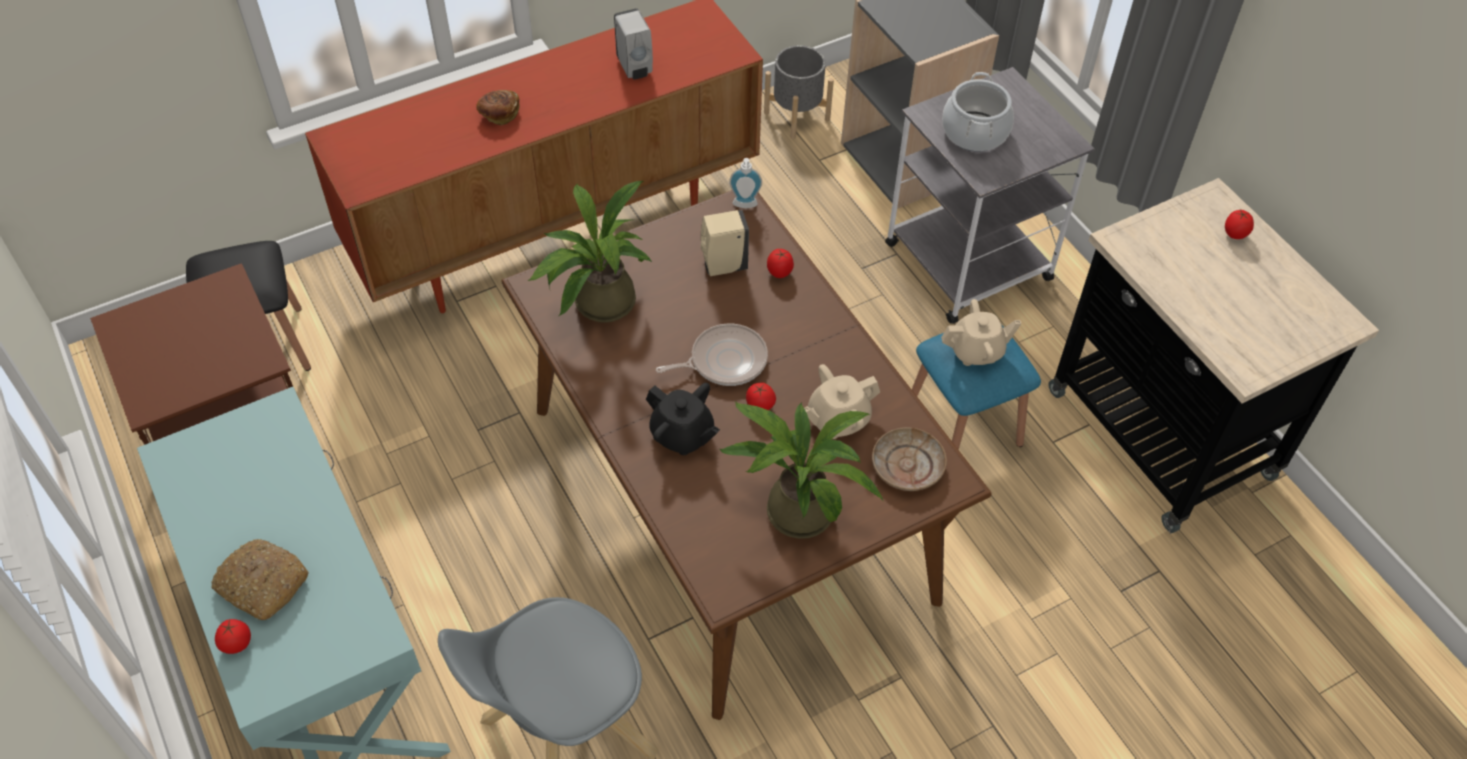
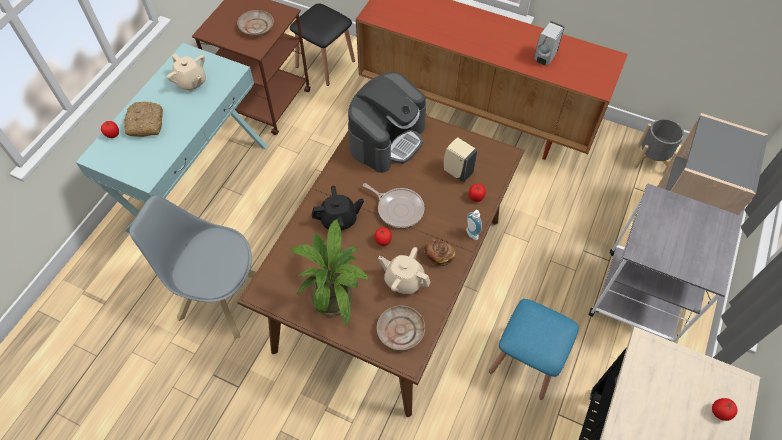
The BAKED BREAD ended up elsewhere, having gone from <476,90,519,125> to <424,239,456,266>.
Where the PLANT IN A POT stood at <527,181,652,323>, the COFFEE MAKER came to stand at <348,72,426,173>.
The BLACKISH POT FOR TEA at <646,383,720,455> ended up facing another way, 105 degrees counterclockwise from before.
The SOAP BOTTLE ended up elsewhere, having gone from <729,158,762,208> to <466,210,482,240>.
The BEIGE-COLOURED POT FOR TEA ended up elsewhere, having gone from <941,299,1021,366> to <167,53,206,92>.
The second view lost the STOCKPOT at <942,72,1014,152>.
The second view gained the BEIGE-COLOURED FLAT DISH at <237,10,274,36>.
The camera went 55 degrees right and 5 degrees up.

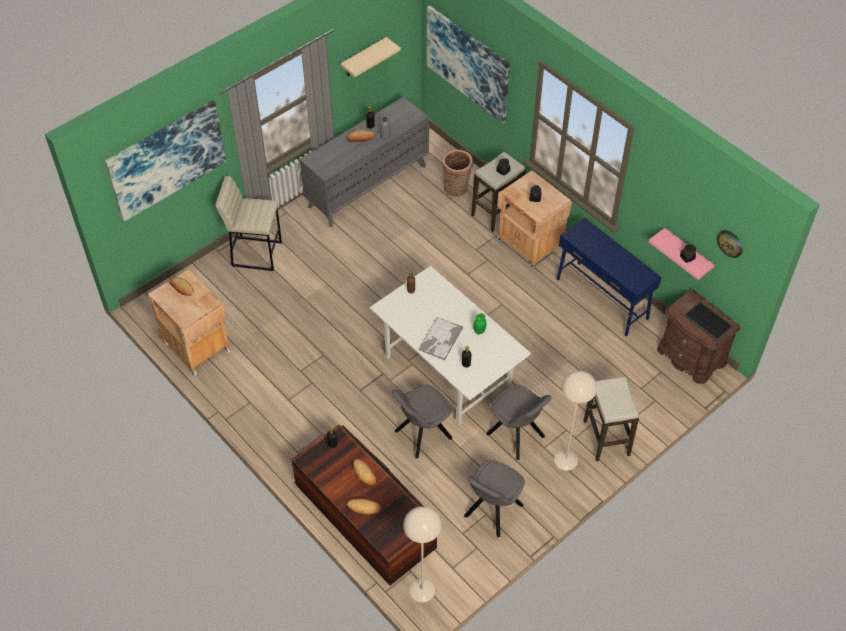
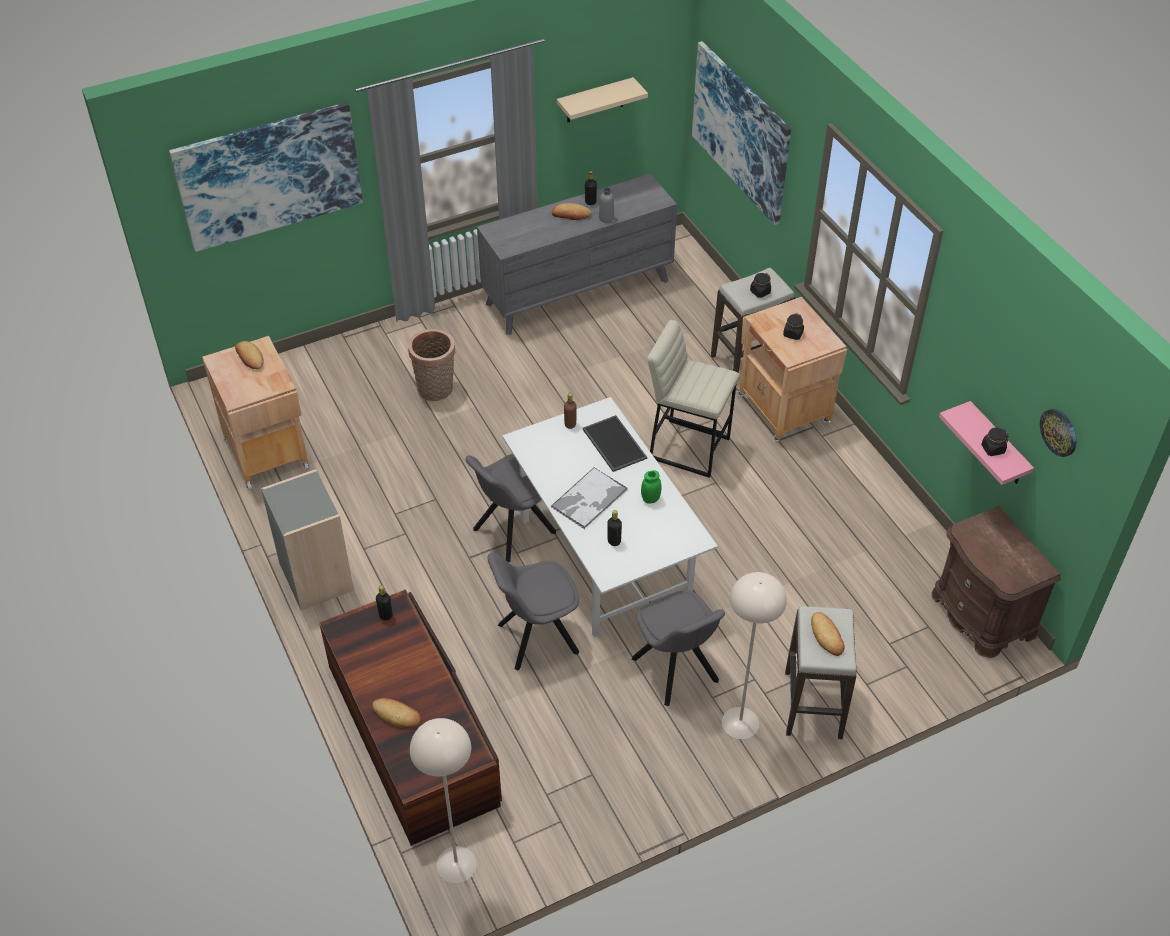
The BEIGE-COLOURED STOOL ended up elsewhere, having gone from <216,176,282,271> to <647,320,739,478>.
The BAKED BREAD ended up elsewhere, having gone from <353,459,377,486> to <811,612,845,656>.
The BASKET ended up elsewhere, having gone from <442,150,473,197> to <408,329,455,401>.
The GREY UPRIGHT CHAIR ended up elsewhere, having gone from <464,460,525,537> to <465,454,556,562>.
The second view lost the BLUISH HALL TABLE at <557,218,661,336>.
The TRAY ended up elsewhere, having gone from <683,301,734,341> to <582,415,647,472>.
The second view gained the GREY BOOKSHELF at <261,469,354,611>.
The camera went 15 degrees right and 5 degrees down.

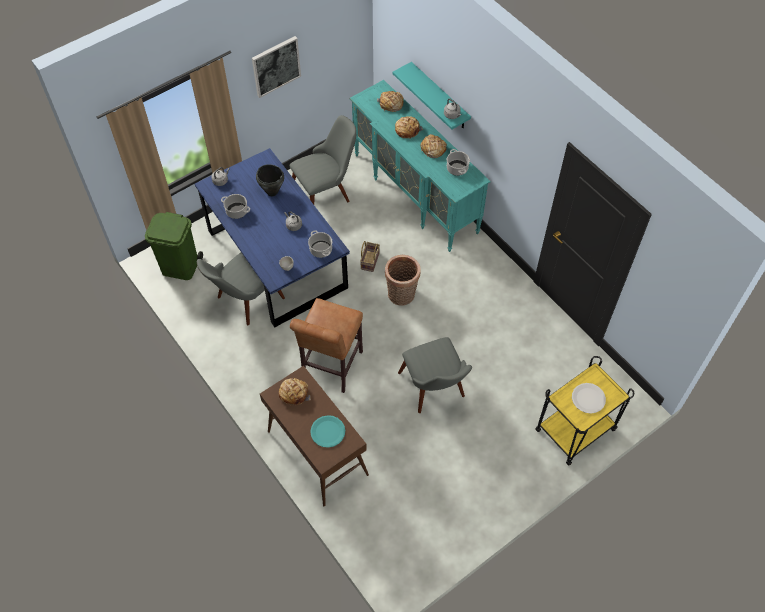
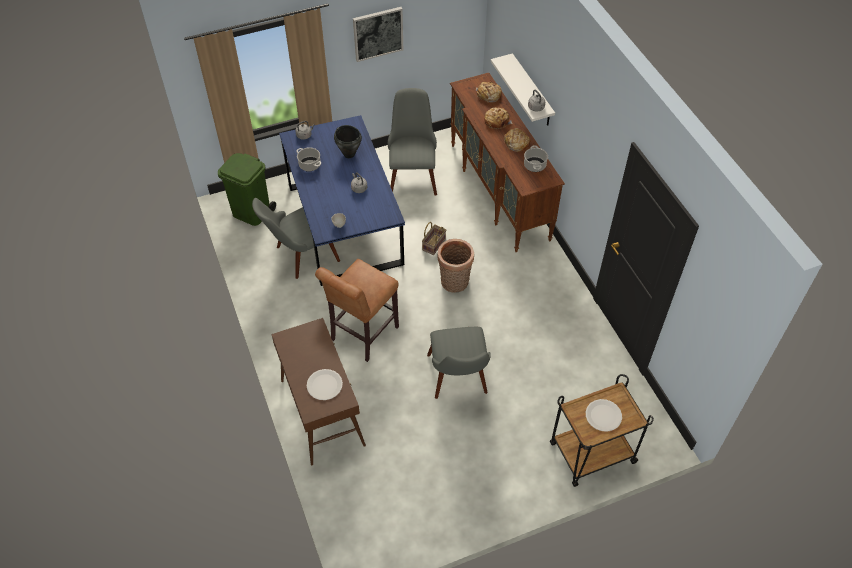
The second view lost the BAKED BREAD at <279,378,311,405>.
The GREY UPRIGHT CHAIR at <290,115,356,204> ended up facing another way, 75 degrees counterclockwise from before.
The second view lost the STOCKPOT at <308,230,332,258>.
What was the BLUE-GREEN FLAT DISH at <311,415,345,448> turned into the WHITE-COLOURED FLAT DISH at <307,369,343,400>.
What was the BLUE-GREEN CABINET at <349,80,491,252> turned into the BROWNISH CABINET at <450,73,565,252>.
What was the BLUE-GREEN WALL SHELF at <393,62,471,130> turned into the WHITE-COLOURED WALL SHELF at <491,53,555,125>.
What was the YELLOWISH TROLLEY at <535,356,634,466> turned into the BROWNISH TROLLEY at <550,374,654,487>.
The camera went 15 degrees right and 5 degrees down.

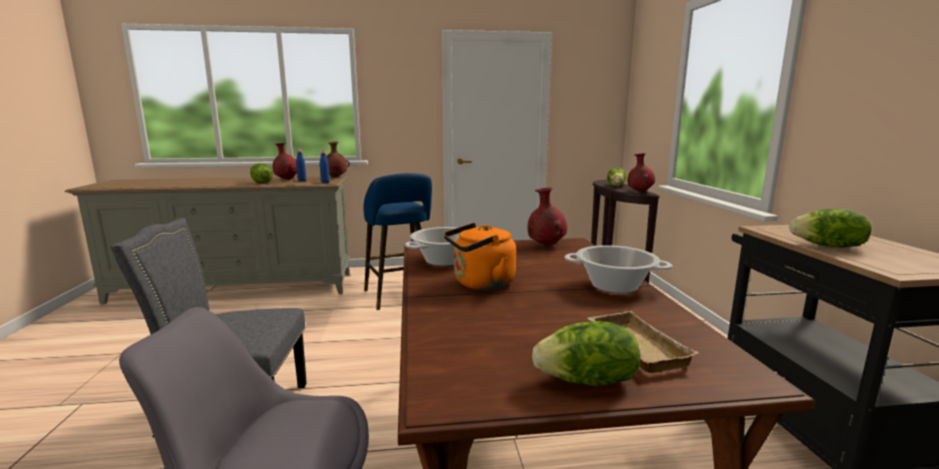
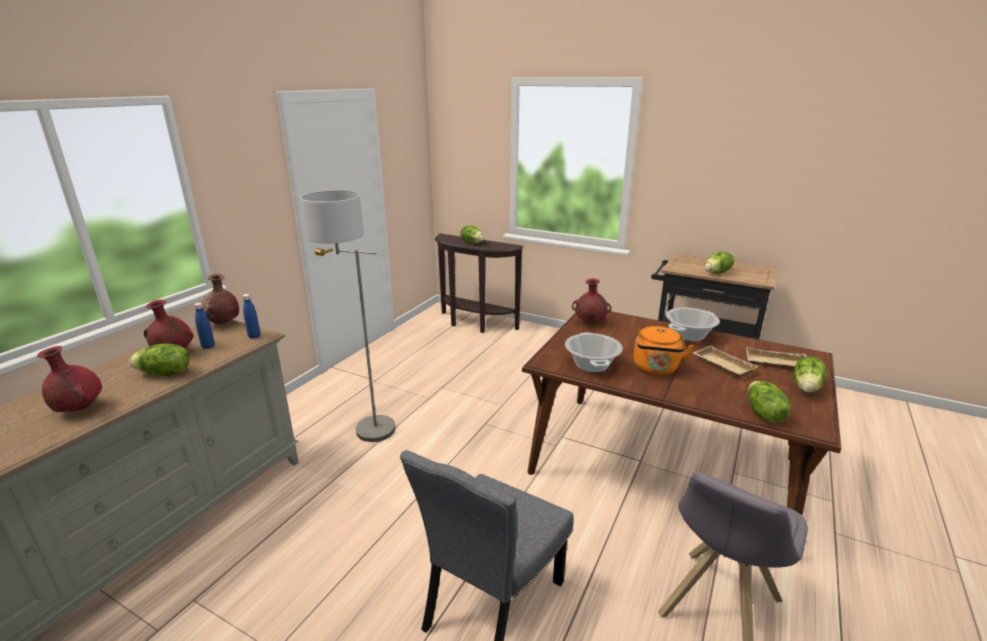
Where the BLUISH STOOL stood at <364,173,432,310>, the GREY STANDING LAMP came to stand at <301,190,395,442>.
The RED-COLOURED FLOWER VASE ended up elsewhere, having gone from <628,153,655,192> to <37,346,102,412>.
The second view gained the BEIGE-COLOURED TRAY at <693,346,758,379>.
The second view gained the LETTUCE at <748,381,791,423>.
The camera went 55 degrees left and 10 degrees up.

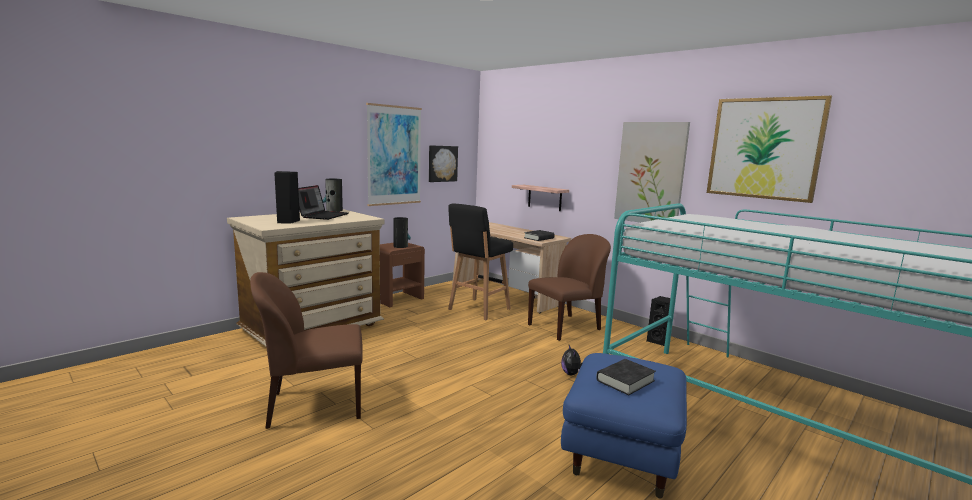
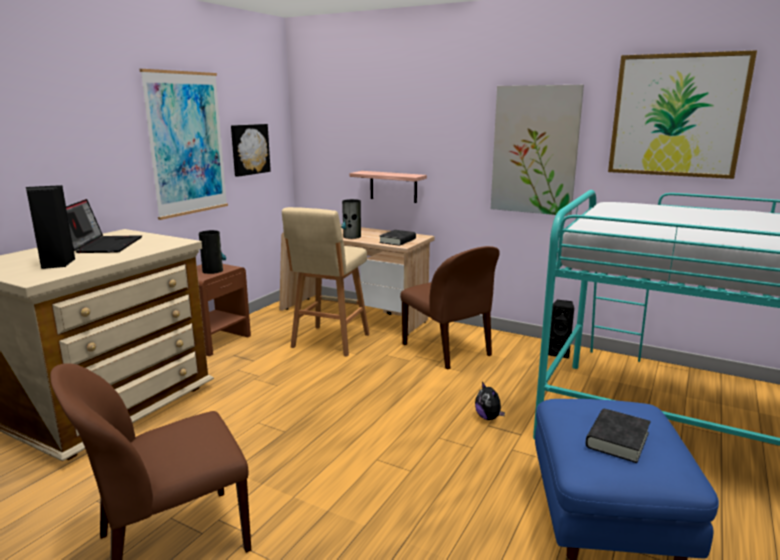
The FLOWER VASE ended up elsewhere, having gone from <323,179,343,212> to <341,199,361,239>.
What was the BLACKISH STOOL at <448,204,513,320> turned into the BEIGE-COLOURED STOOL at <282,207,370,356>.
The BROWNISH UPRIGHT CHAIR at <528,234,611,341> ended up facing another way, 105 degrees clockwise from before.
The camera went 15 degrees left and 5 degrees up.

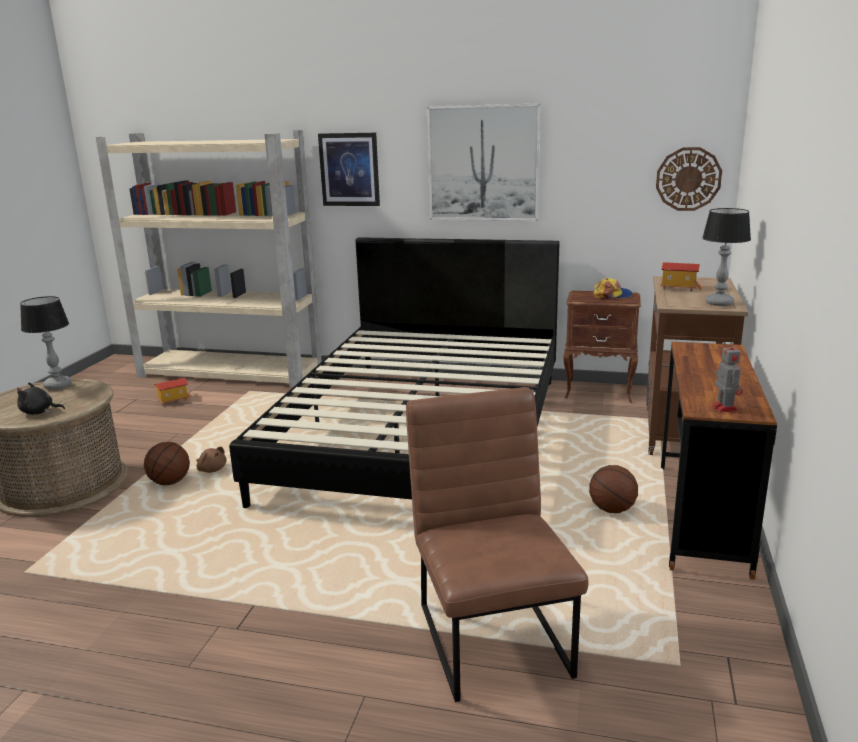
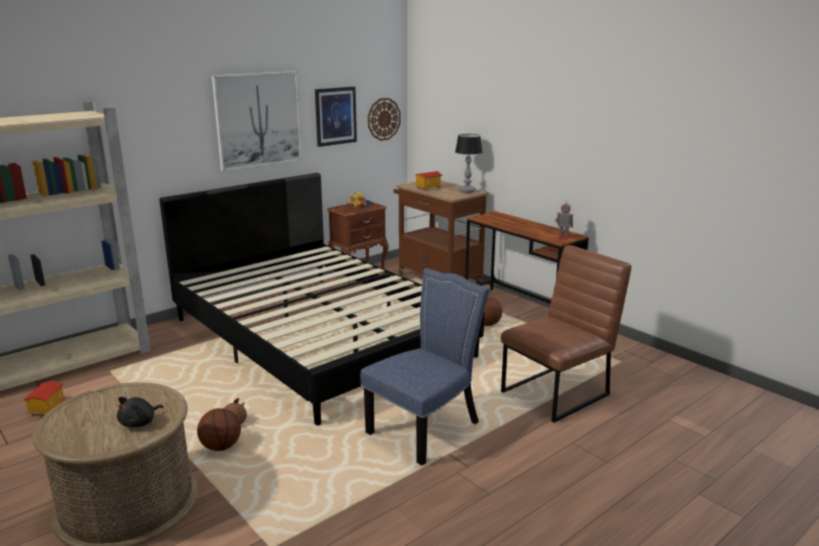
The second view lost the TABLETOP LAMP at <20,296,72,390>.
The PICTURE ended up elsewhere, having gone from <318,133,380,206> to <315,87,357,147>.
The BROWNISH UPRIGHT CHAIR at <406,387,589,702> ended up facing another way, 120 degrees clockwise from before.
The second view gained the BLUISH UPRIGHT CHAIR at <360,268,490,466>.
The camera went 55 degrees left and 0 degrees up.

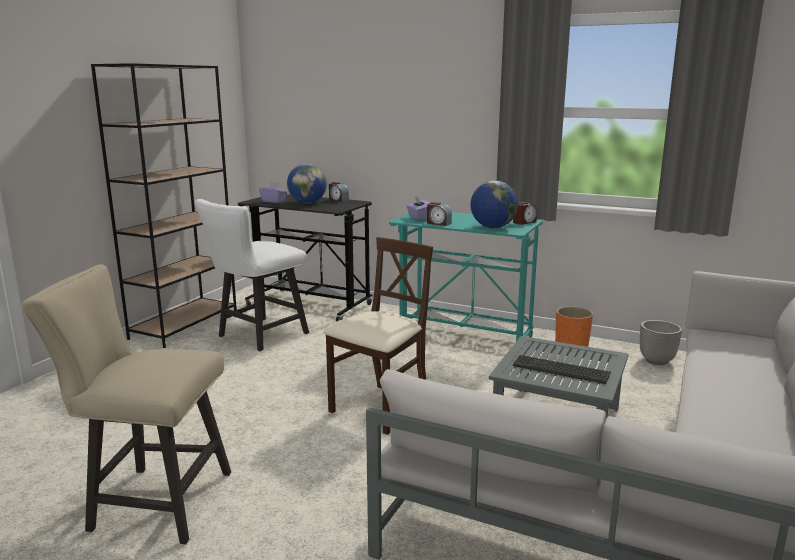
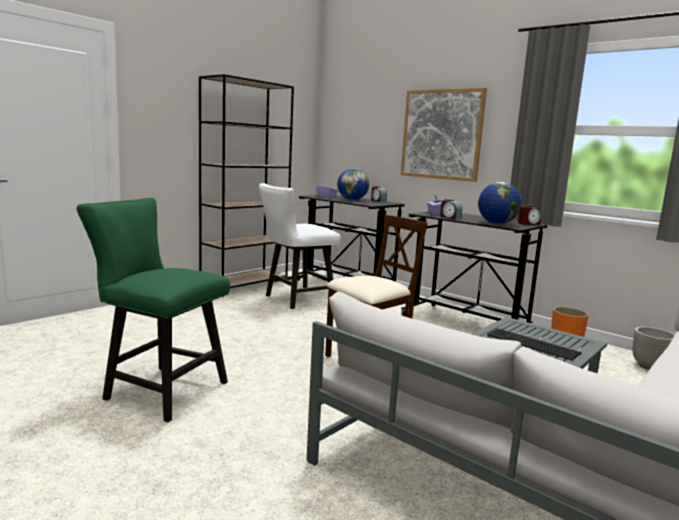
What was the BEIGE-COLOURED UPRIGHT CHAIR at <22,264,231,544> turned into the GREEN UPRIGHT CHAIR at <77,198,230,422>.
What was the BLUE-GREEN DESK TABLE at <389,212,543,341> turned into the BLACKISH DESK TABLE at <401,212,547,323>.
The second view gained the PICTURE at <401,88,487,182>.
The camera went 15 degrees right and 5 degrees down.

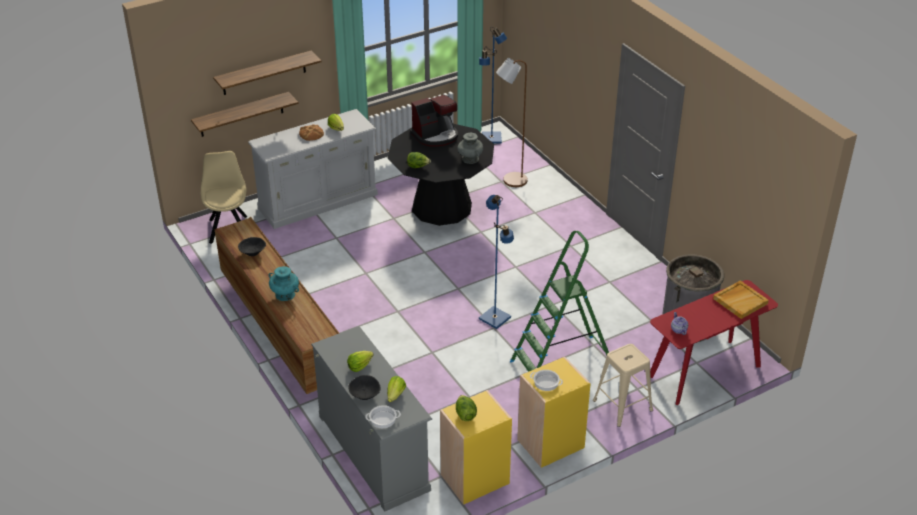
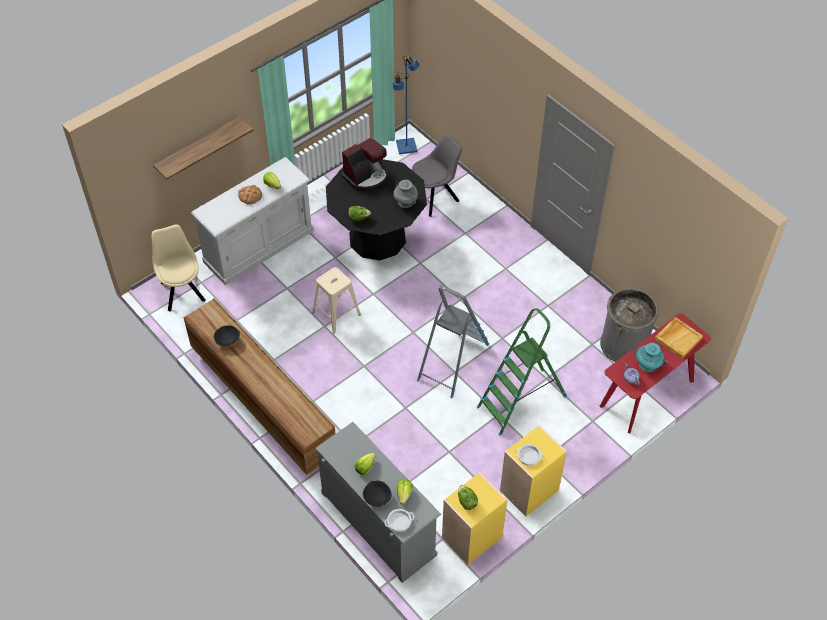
The second view lost the WALL SHELF at <191,92,299,137>.
The BLUE-GREEN FLOWER VASE ended up elsewhere, having gone from <269,266,299,301> to <633,343,668,372>.
Where the BLUISH STANDING LAMP stood at <479,195,514,329>, the GREY STEPLADDER came to stand at <417,286,489,398>.
Where the BROWNISH STANDING LAMP stood at <496,58,528,187>, the GREY UPRIGHT CHAIR came to stand at <412,134,462,217>.
The BEIGE-COLOURED STOOL ended up elsewhere, having gone from <593,344,653,427> to <312,267,361,334>.
The camera went 10 degrees left and 15 degrees up.

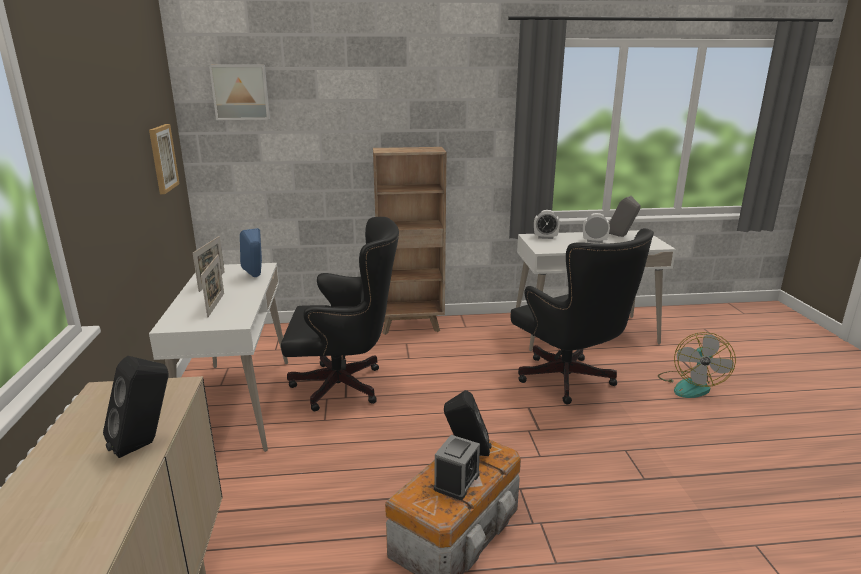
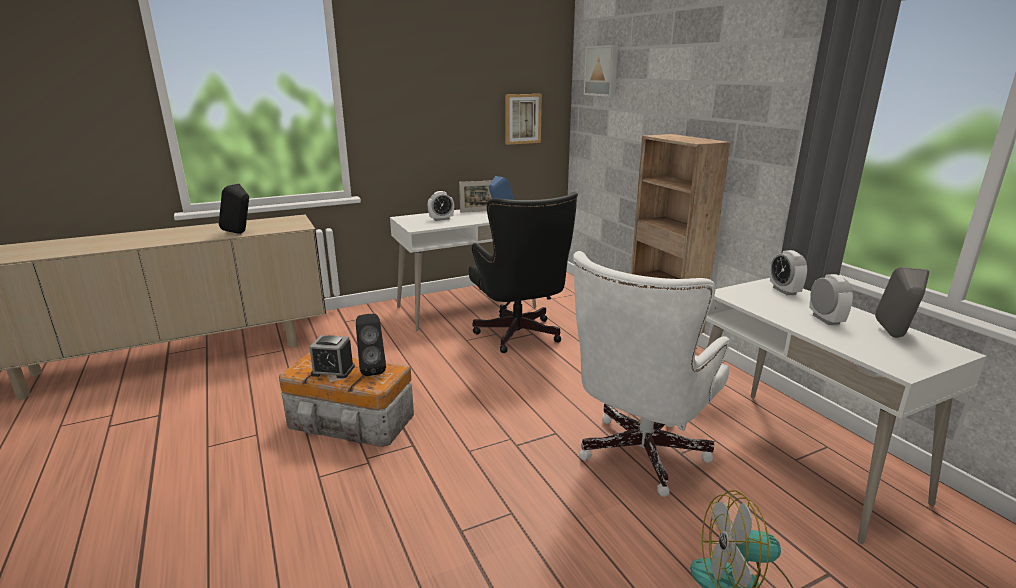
Where the PHOTO FRAME stood at <201,254,224,318>, the BEDSIDE CLOCK came to stand at <428,191,454,221>.
What was the BLACKISH DESK CHAIR at <511,228,654,404> turned into the WHITE-COLOURED DESK CHAIR at <573,251,730,497>.
The camera went 70 degrees right and 0 degrees up.

